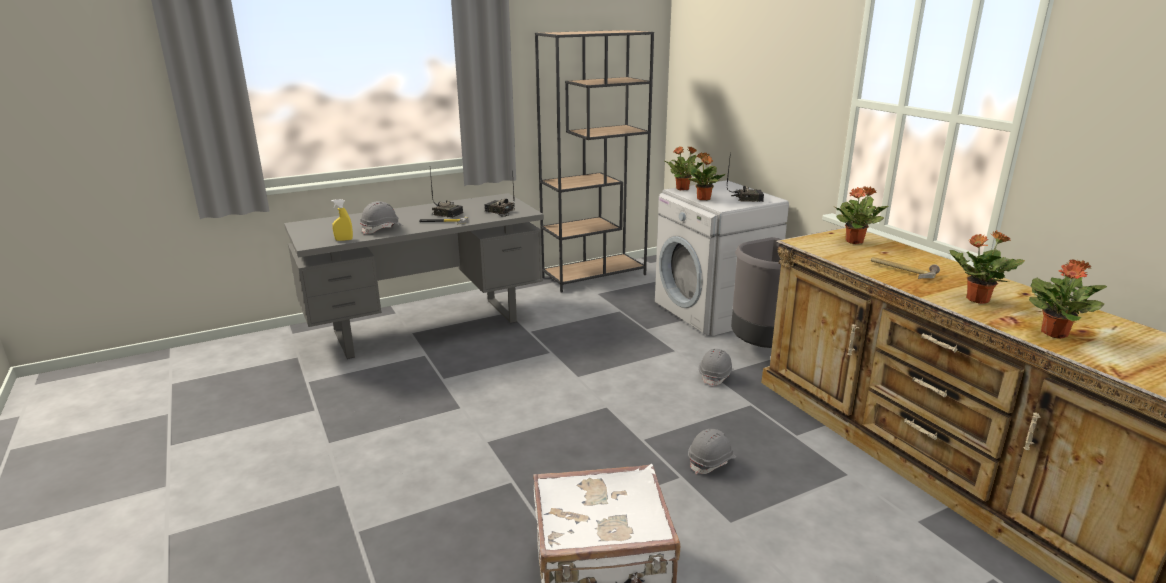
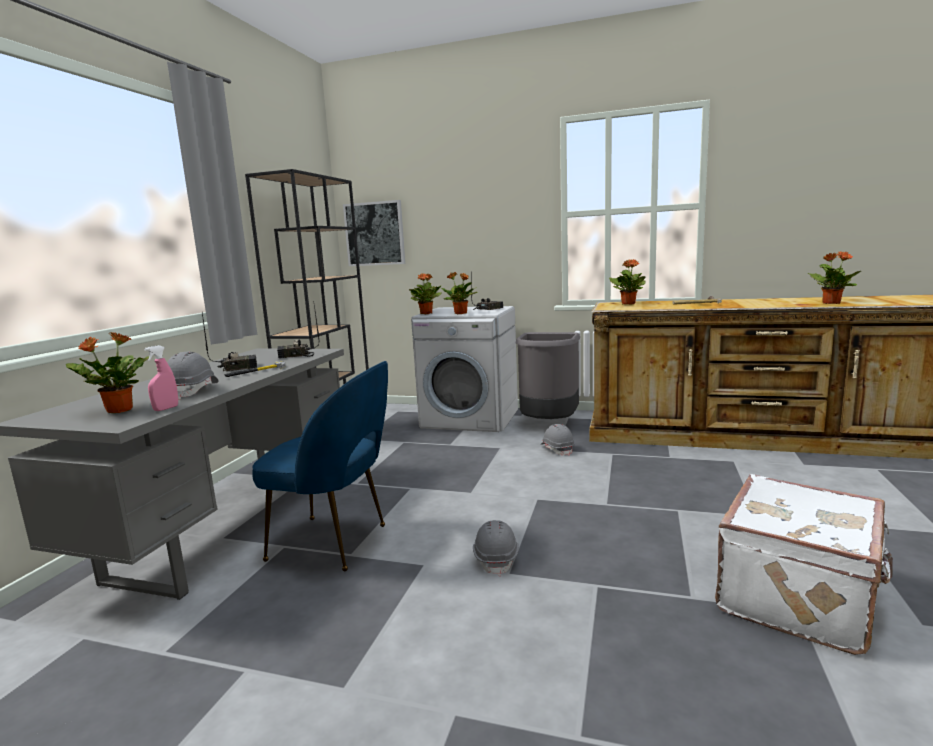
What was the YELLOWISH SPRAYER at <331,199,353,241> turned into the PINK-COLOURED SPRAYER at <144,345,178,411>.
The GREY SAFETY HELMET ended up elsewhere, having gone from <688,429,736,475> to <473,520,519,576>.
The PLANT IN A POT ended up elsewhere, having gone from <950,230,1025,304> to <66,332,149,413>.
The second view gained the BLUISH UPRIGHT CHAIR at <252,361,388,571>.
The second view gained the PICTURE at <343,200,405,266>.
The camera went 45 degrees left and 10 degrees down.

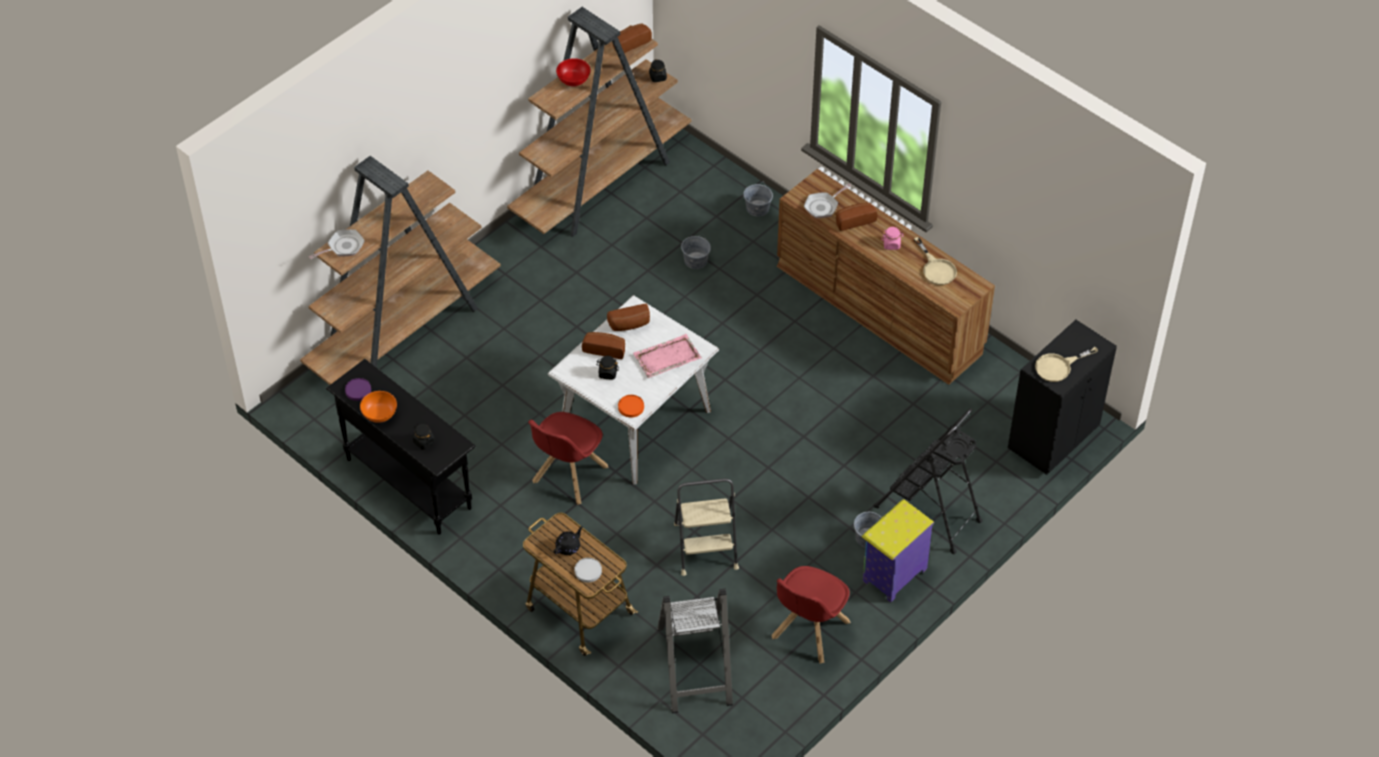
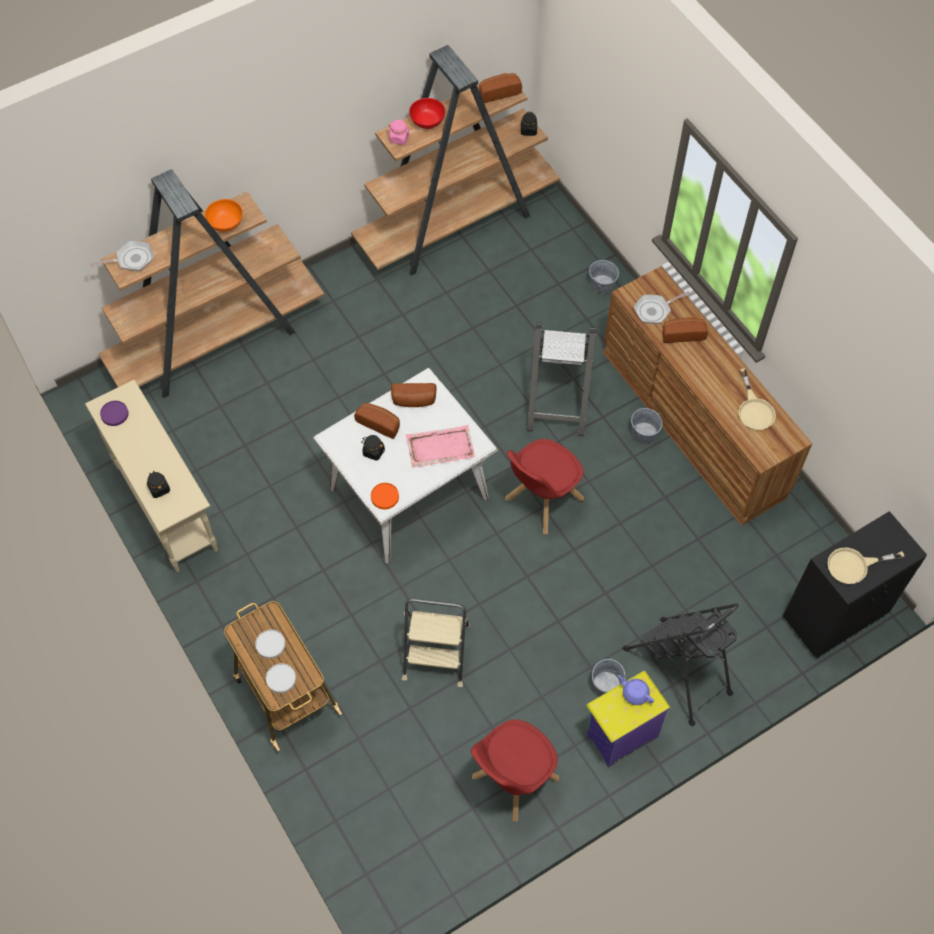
What was the BLACKISH HALL TABLE at <326,359,476,535> turned into the BEIGE-COLOURED HALL TABLE at <85,380,218,572>.
The ORANGE SERVING BOWL ended up elsewhere, having gone from <360,391,397,423> to <205,199,243,232>.
The RED-COLOURED UPRIGHT CHAIR ended up elsewhere, having gone from <528,412,609,505> to <505,439,584,534>.
Where the BLACKISH POT FOR TEA stood at <554,526,583,555>, the WHITE-COLOURED FLAT DISH came to stand at <255,630,285,659>.
The GREY STEPLADDER ended up elsewhere, having gone from <657,589,733,714> to <527,322,596,436>.
The GREY BUCKET ended up elsewhere, having gone from <681,235,711,269> to <631,408,663,443>.
The PINK-COLOURED STORAGE JAR ended up elsewhere, having gone from <882,227,904,250> to <388,120,410,145>.
The second view gained the PURPLISH POT FOR TEA at <618,675,654,705>.
The camera went 15 degrees right and 10 degrees up.

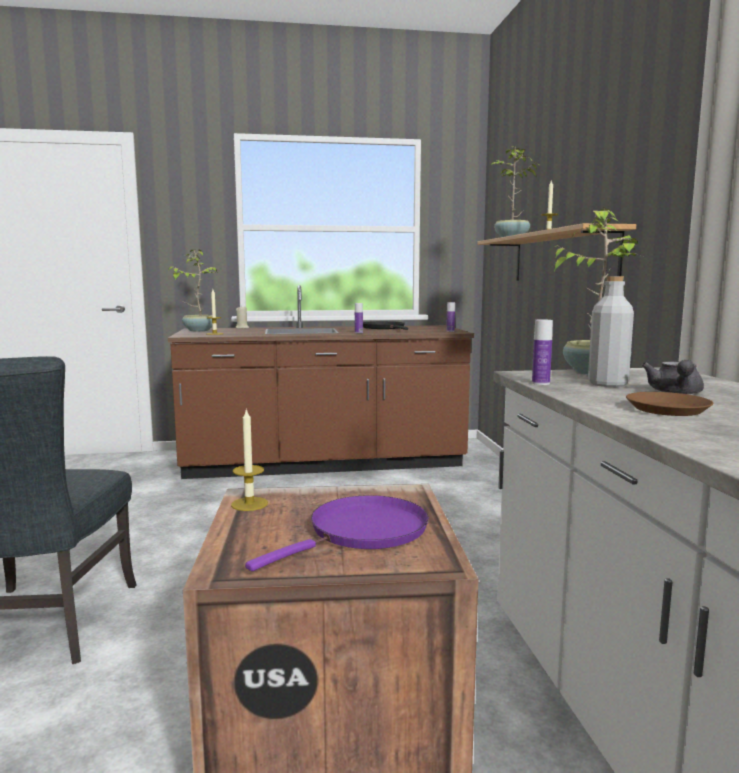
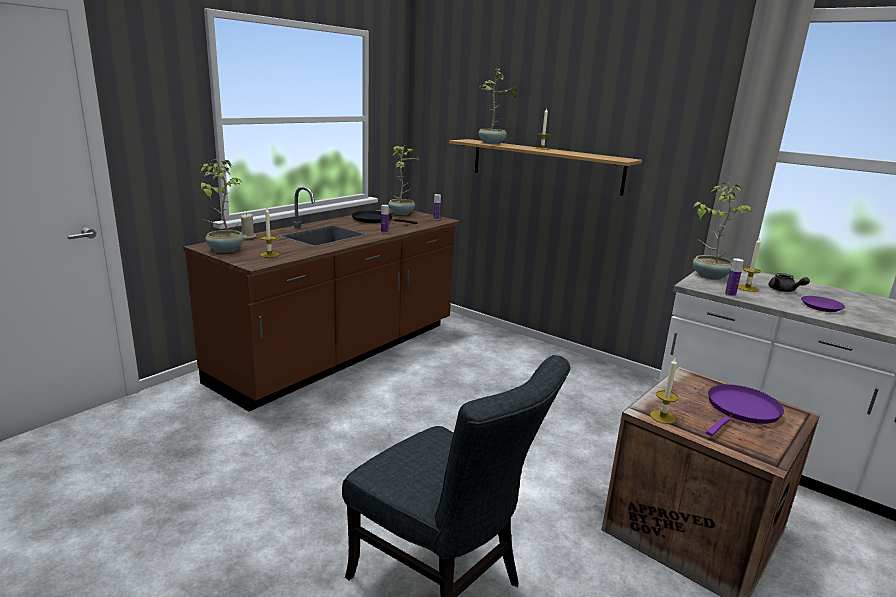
The PURPLISH SKILLET at <245,495,429,571> ended up facing another way, 45 degrees clockwise from before.
Where the GREY BOTTLE stood at <588,276,634,387>, the WAX LIGHT came to stand at <738,238,761,292>.
What was the BROWNISH FLAT DISH at <626,392,713,416> turned into the PURPLISH FLAT DISH at <801,296,845,312>.
The second view gained the PLANT IN A POT at <388,146,421,215>.
The camera went 45 degrees left and 10 degrees up.

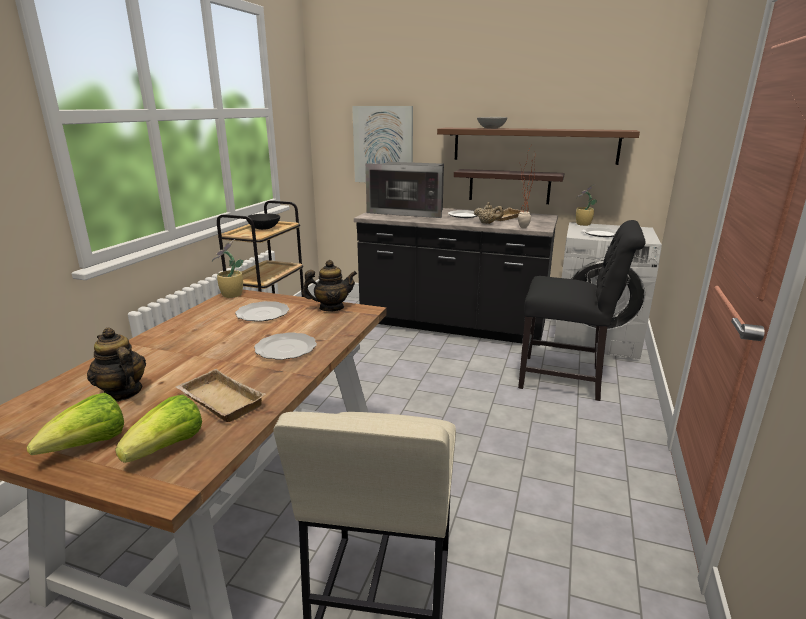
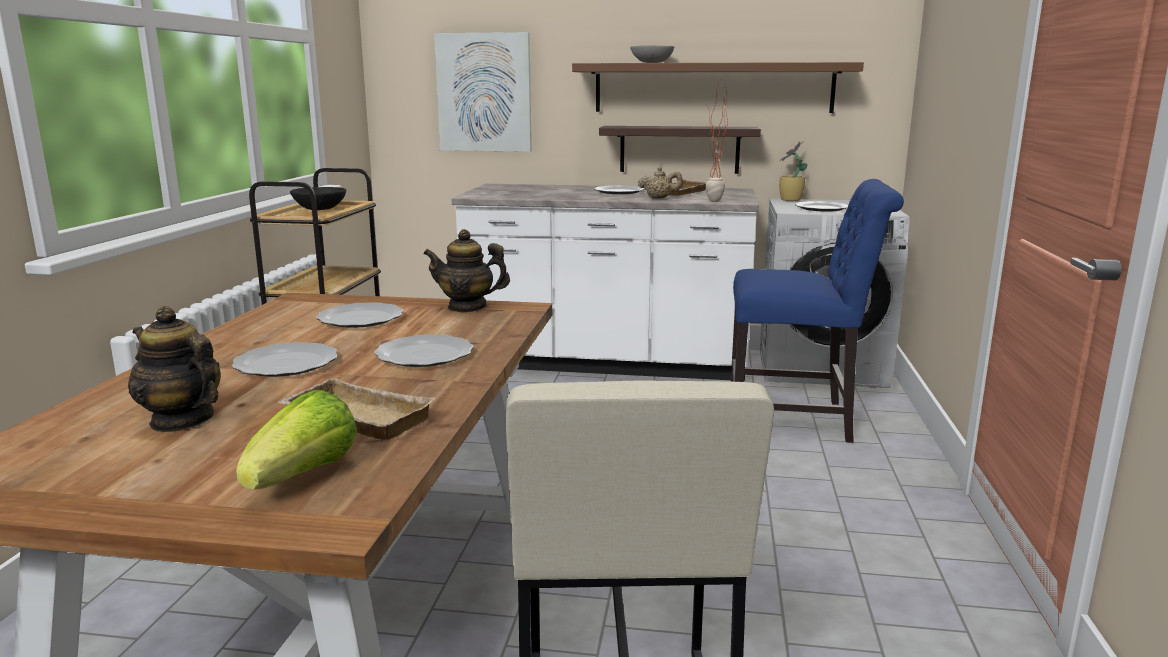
The second view lost the LETTUCE at <27,393,124,455>.
The second view lost the PLANT IN A POT at <212,239,244,298>.
The POT FOR TEA at <302,260,357,312> ended up facing another way, 150 degrees counterclockwise from before.
What was the BLACKISH KITCHEN COUNTER at <354,208,558,346> turned into the WHITE-COLOURED KITCHEN COUNTER at <452,184,759,381>.
The second view lost the KITCHEN MICROWAVE at <365,162,444,218>.
What was the BLACKISH UPRIGHT CHAIR at <518,220,646,401> turned into the BLUISH UPRIGHT CHAIR at <731,179,904,443>.
The second view gained the FLAT DISH at <232,342,338,377>.
The camera went 10 degrees left and 5 degrees down.

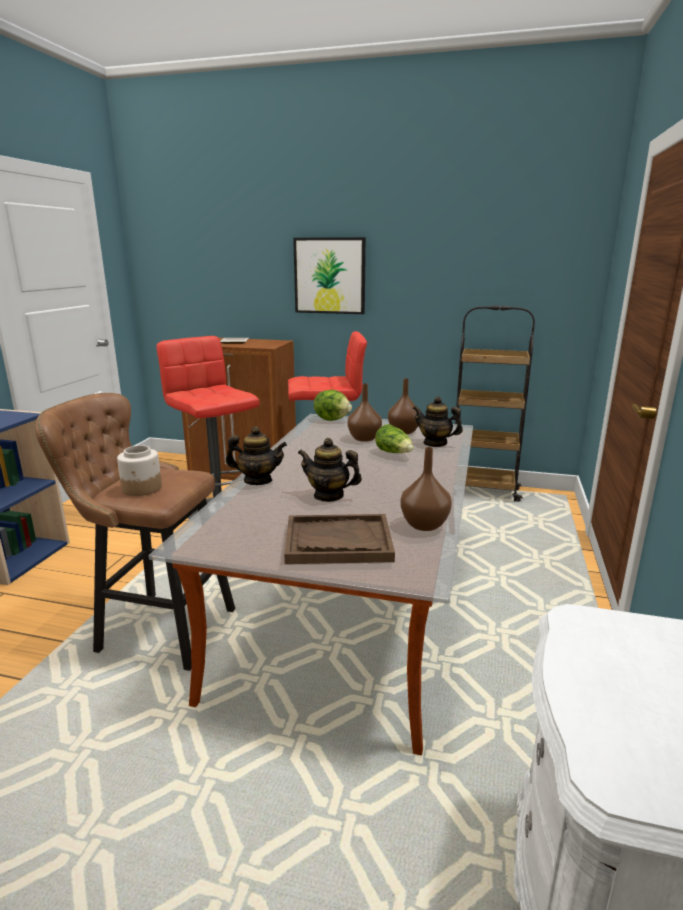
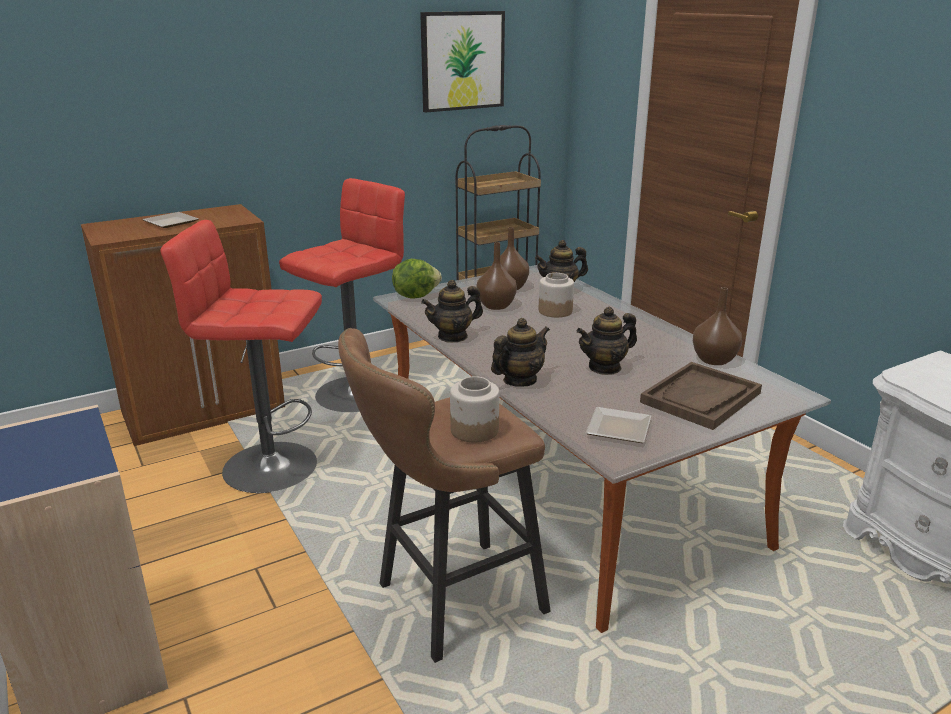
The PICTURE ended up elsewhere, having gone from <293,237,366,314> to <420,11,505,112>.
Where the LETTUCE stood at <375,424,414,453>, the STORAGE JAR came to stand at <539,273,574,317>.
The second view gained the POT FOR TEA at <421,280,483,343>.
The second view gained the FLAT DISH at <586,407,651,443>.
The camera went 45 degrees left and 5 degrees up.

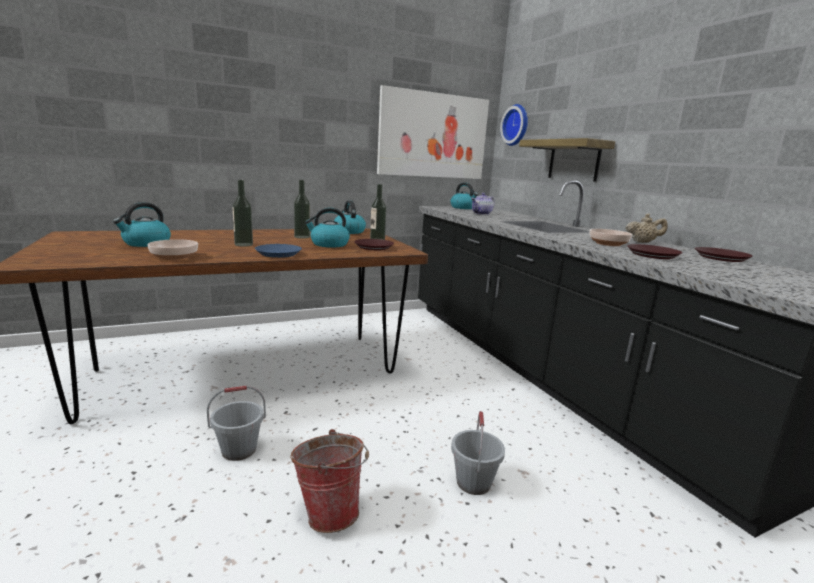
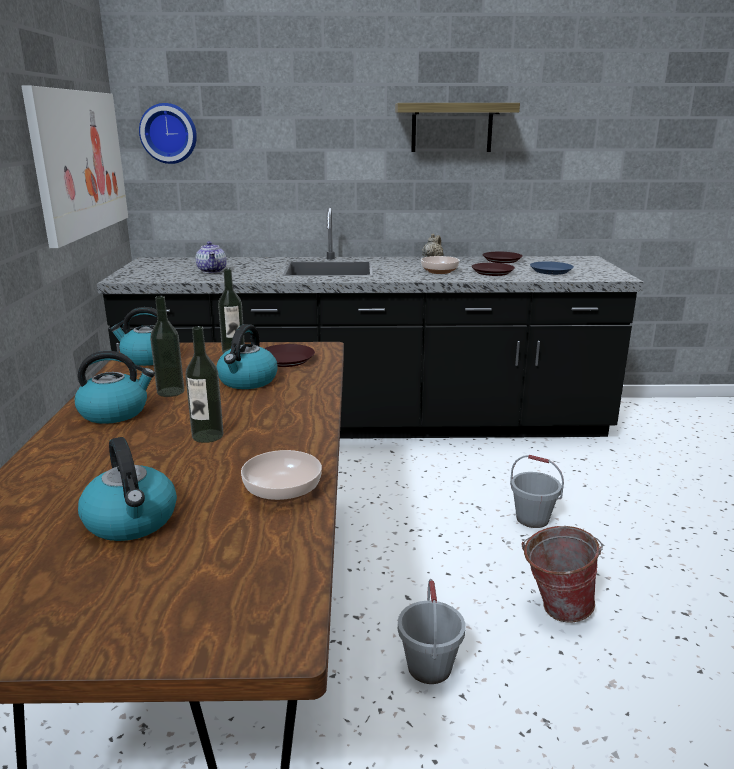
The BLUISH FLAT DISH ended up elsewhere, having gone from <255,244,302,258> to <530,262,574,275>.
The TEA KETTLE ended up elsewhere, having gone from <450,182,478,209> to <75,351,155,424>.
The WALL SHELF ended up elsewhere, having gone from <519,138,615,182> to <395,103,520,152>.
The camera went 65 degrees left and 5 degrees up.

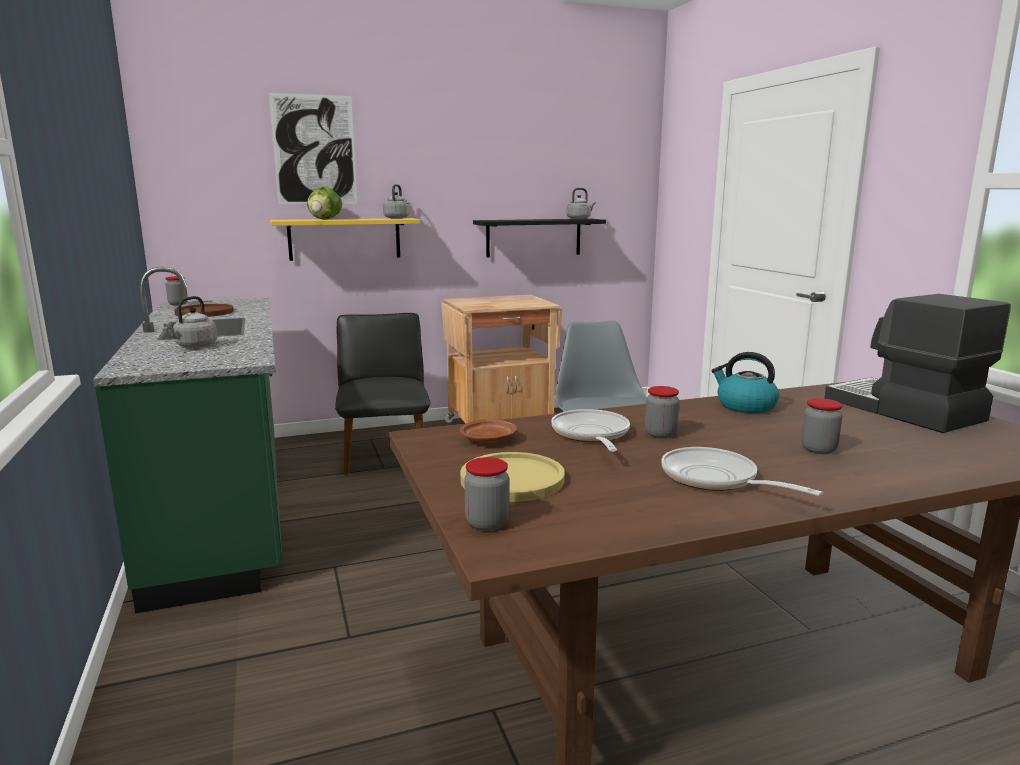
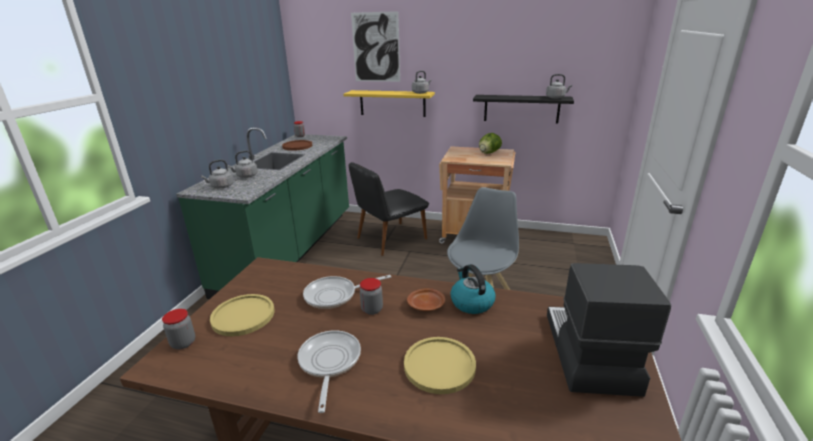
The LETTUCE ended up elsewhere, having gone from <307,187,342,219> to <479,133,502,154>.
The BLACKISH UPRIGHT CHAIR at <335,313,431,475> ended up facing another way, 150 degrees counterclockwise from before.
The BROWNISH FLAT DISH ended up elsewhere, having gone from <460,419,517,443> to <407,288,445,311>.
The SKILLET at <551,409,630,452> ended up facing another way, 135 degrees counterclockwise from before.
Where the STORAGE JAR stood at <801,398,842,454>, the YELLOWISH FLAT DISH came to stand at <404,337,476,394>.
The second view gained the GREY TEA KETTLE at <201,160,234,189>.
The camera went 35 degrees right and 10 degrees up.

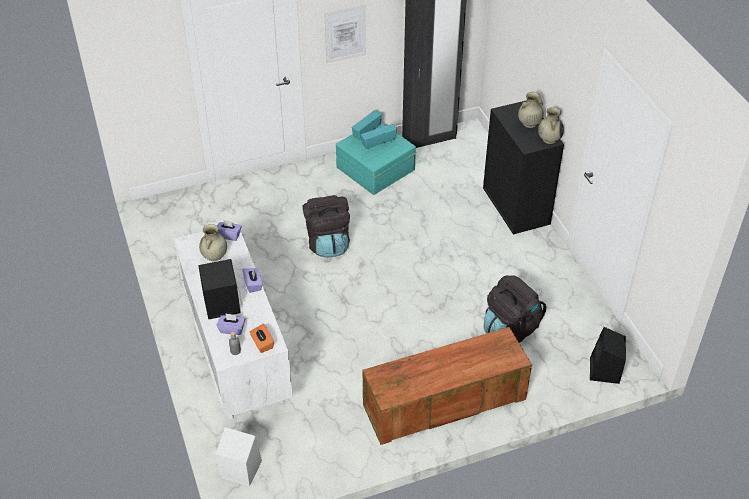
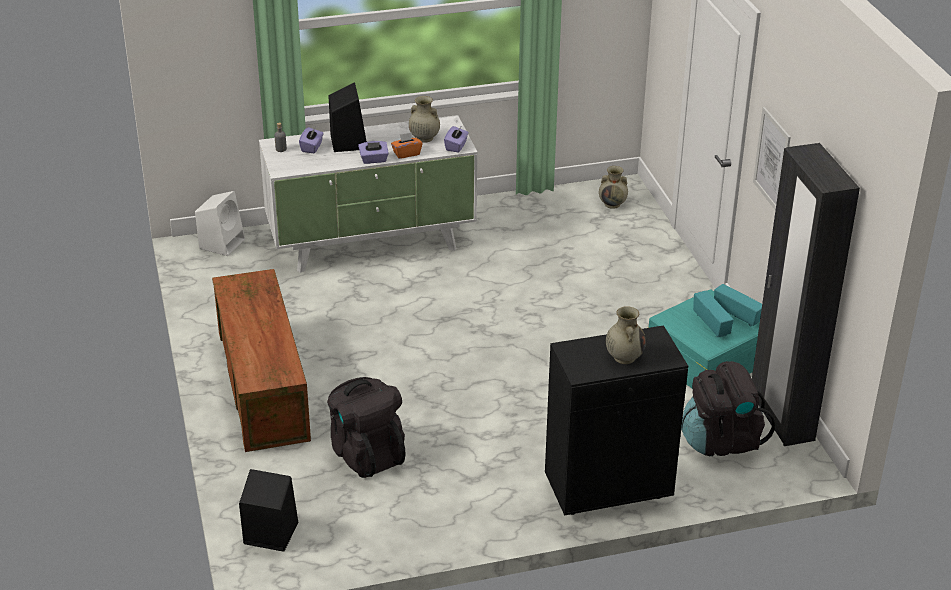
The ORANGE BOX OF TISSUES ended up elsewhere, having gone from <250,324,274,353> to <391,133,423,159>.
The BLACKISH RUCKSACK ended up elsewhere, having gone from <303,195,350,257> to <681,361,775,456>.
The BEIGE-COLOURED FLOWER VASE ended up elsewhere, having gone from <538,107,564,144> to <599,166,628,209>.
The camera went 95 degrees right and 10 degrees down.

